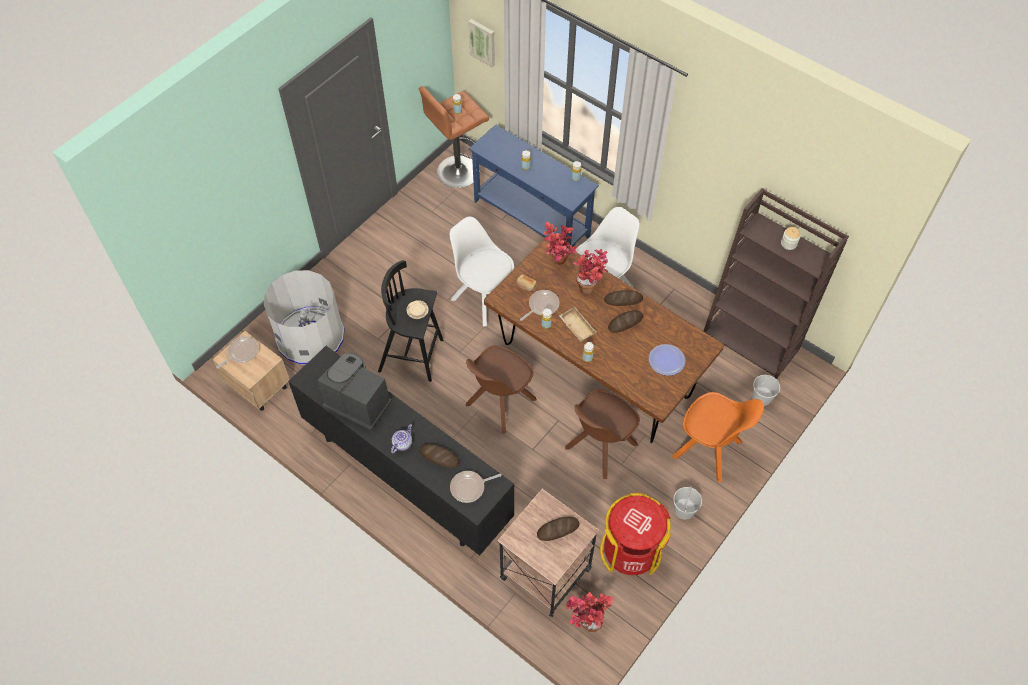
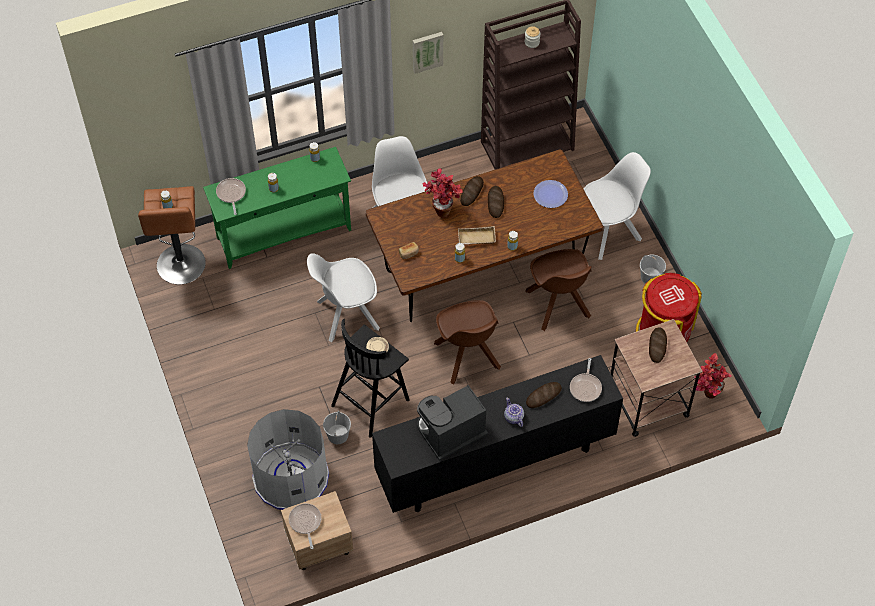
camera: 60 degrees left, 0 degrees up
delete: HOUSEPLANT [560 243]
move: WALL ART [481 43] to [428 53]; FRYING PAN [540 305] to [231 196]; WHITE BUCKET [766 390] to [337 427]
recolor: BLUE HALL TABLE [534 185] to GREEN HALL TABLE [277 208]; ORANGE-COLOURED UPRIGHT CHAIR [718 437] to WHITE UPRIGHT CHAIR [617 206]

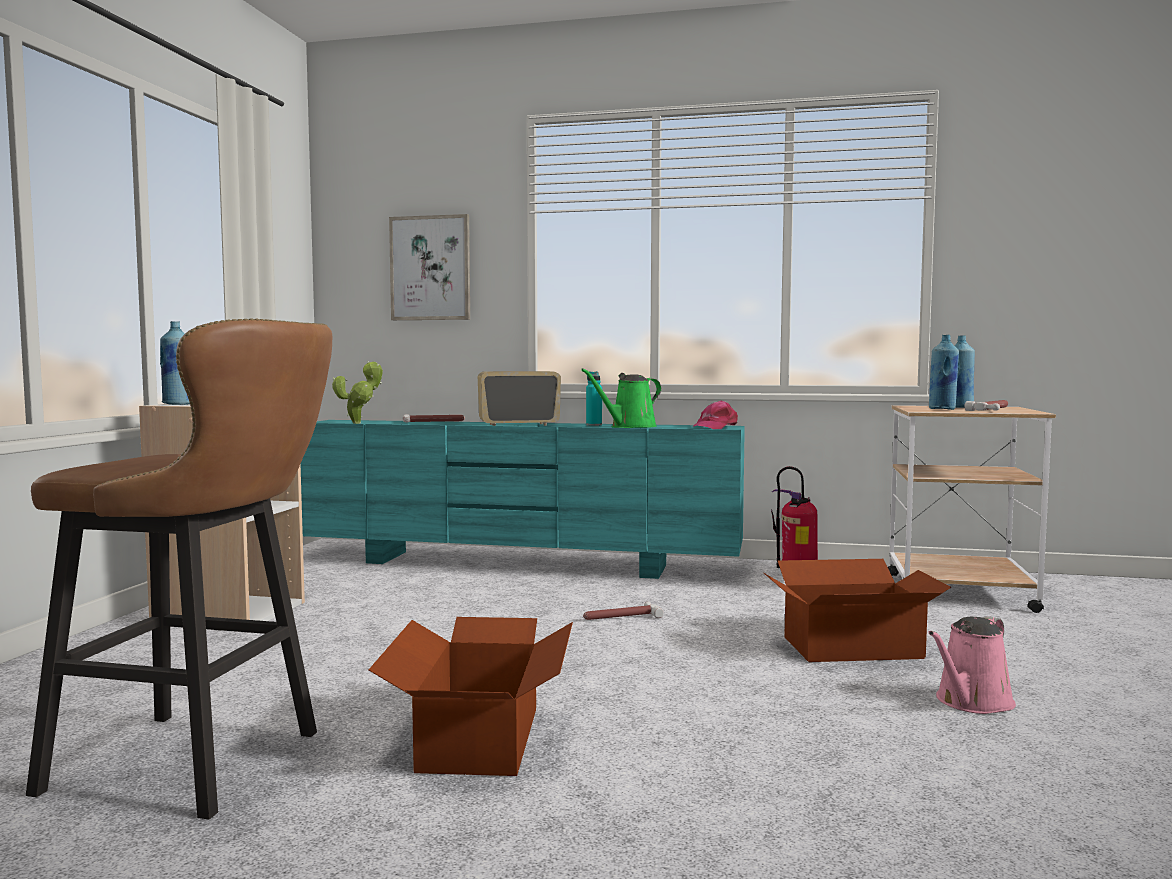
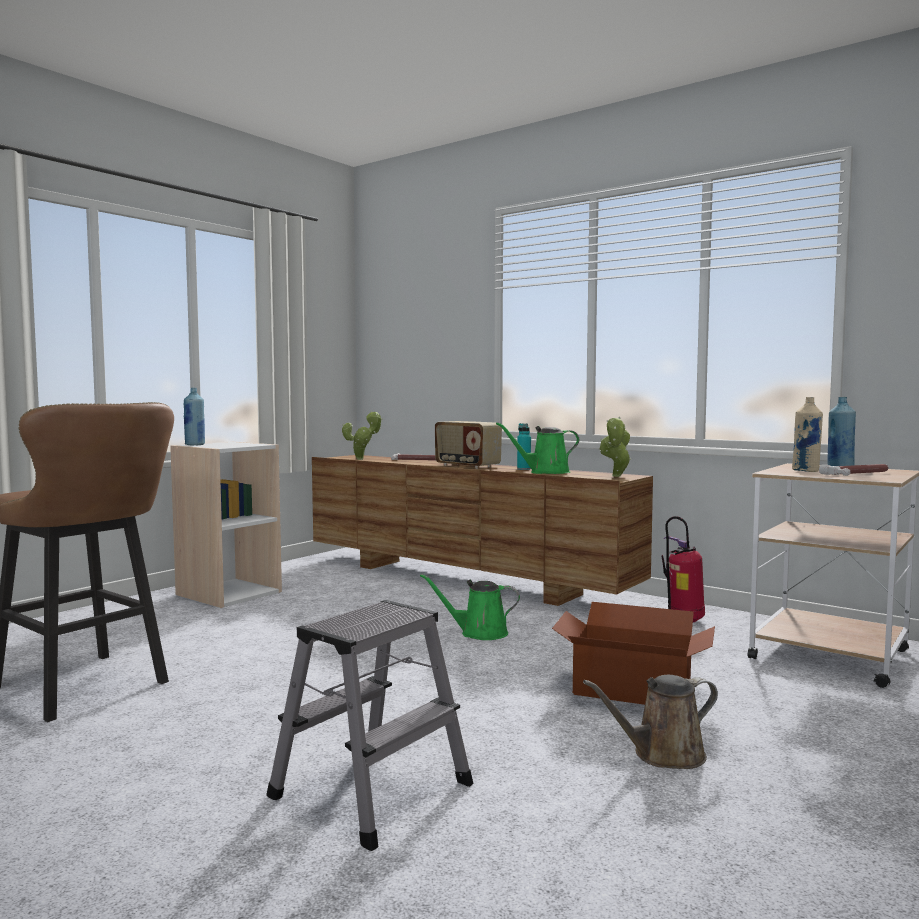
camera: 25 degrees right, 0 degrees up
delete: WALL ART [429 267]; PACKING BOX [471 696]
insert: GREYISH STEP STOOL [369 725]
replace: PINK PEAKED CAP [714 415] to HOUSEPLANT [615 447]; HAND HAMMER [623 611] to GREEN WATERING CAN [470 607]
recolor: BLUE BOTTLE [944 372] to SAND-COLOURED BOTTLE [807 434]; TURQUOISE-COLOURED CABINET [522 499] to BROWN CABINET [482 530]; PINK WATERING CAN [972 665] to BROWN WATERING CAN [650 722]
rotate: RADIO SET [519 398] = [468 445] 150 degrees counterclockwise

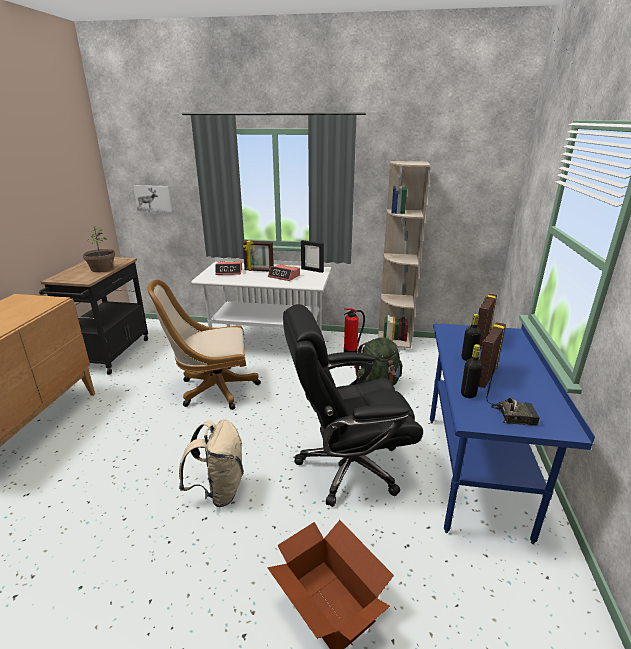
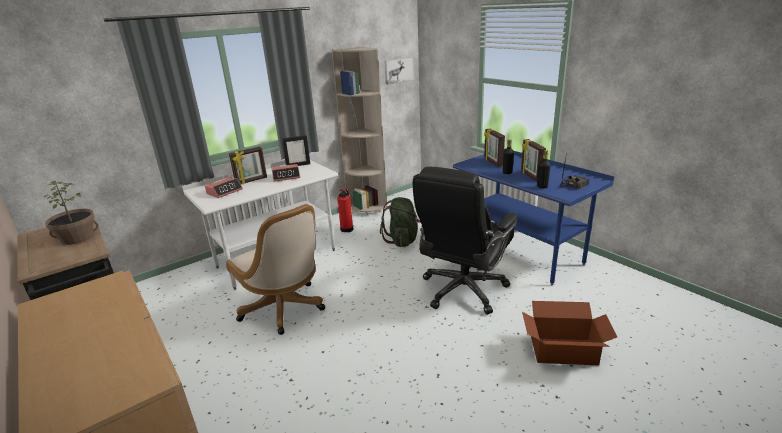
camera: 45 degrees left, 0 degrees up
delete: SAND-COLOURED RUCKSACK [211 463]
move: WALL ART [153 198] to [398 71]
rotate: OFFICE CHAIR [204 345] = [275 269] 75 degrees counterclockwise

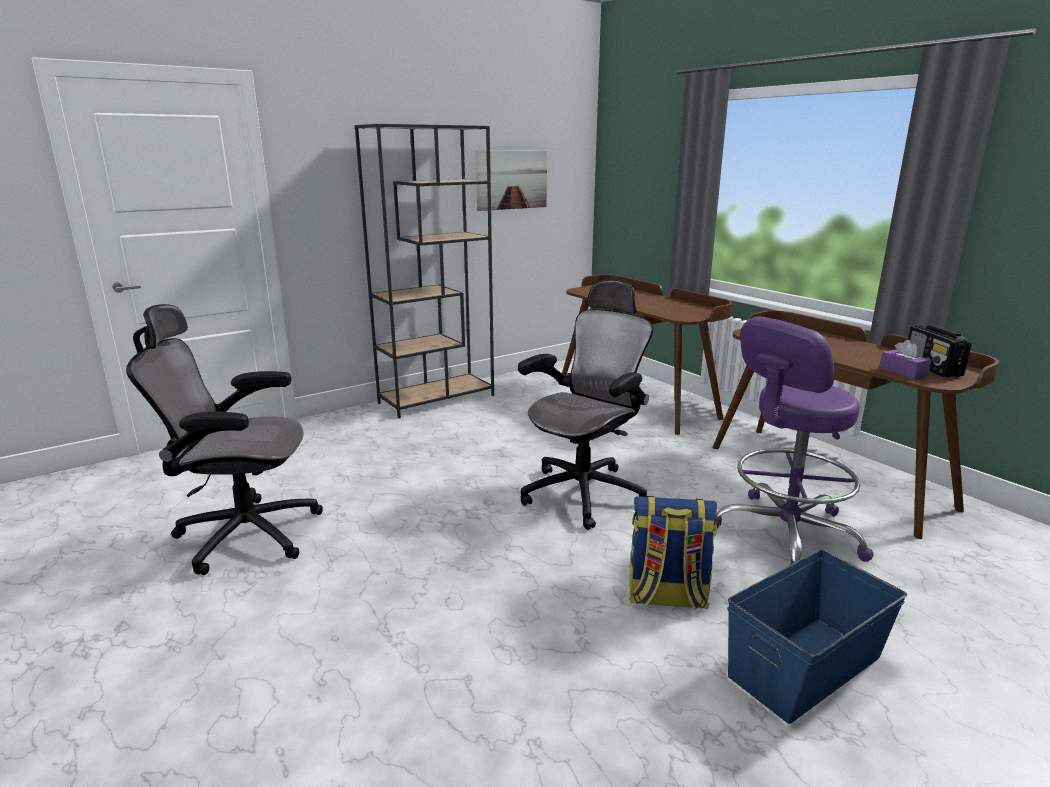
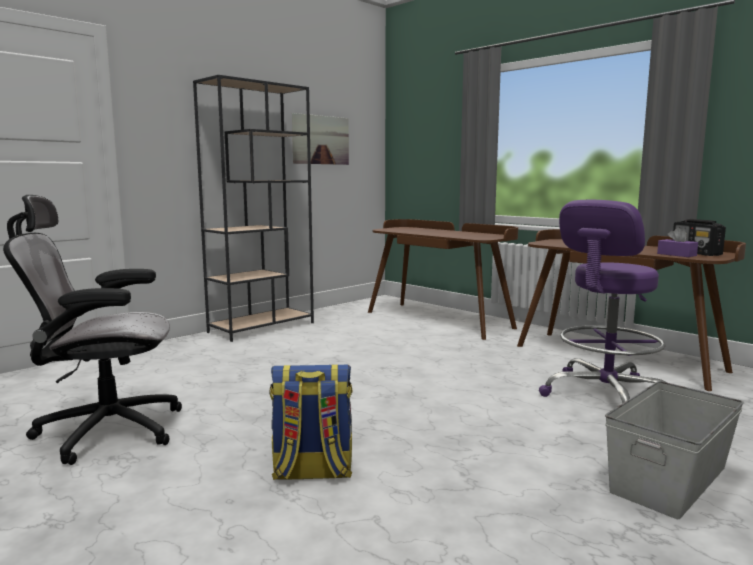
camera: 10 degrees left, 10 degrees down
delete: OFFICE CHAIR [585 404]
move: RUCKSACK [673 553] to [311 422]
recolor: BLUE STORAGE CONTAINER [817 636] to GREYISH STORAGE CONTAINER [674 450]

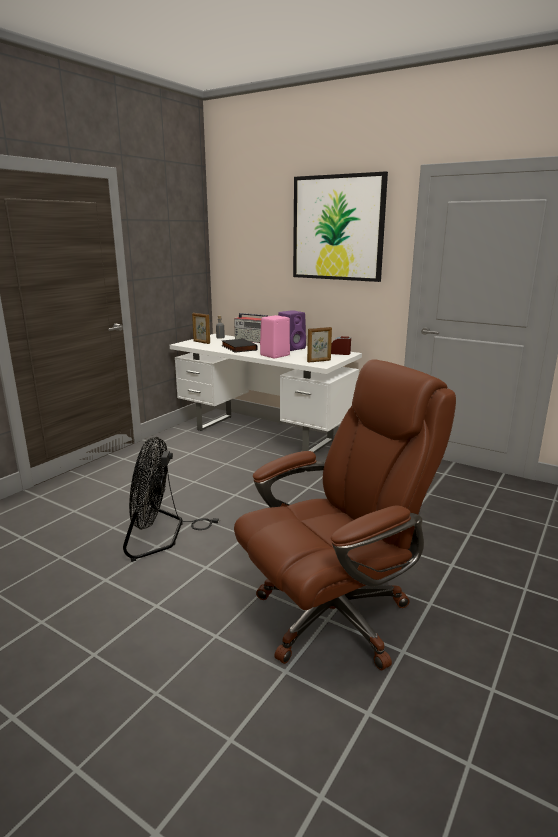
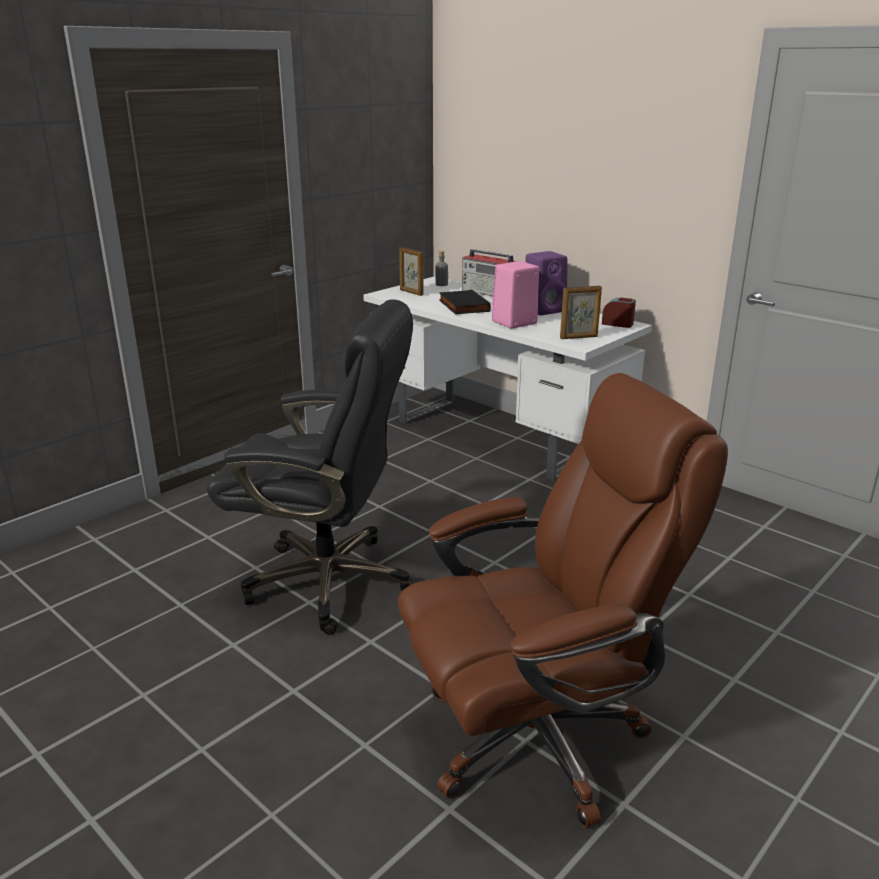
camera: 10 degrees right, 5 degrees up
delete: WALL ART [340 226]
replace: BLACK-COLOURED FAN [171 499] to BLACK-COLOURED OFFICE CHAIR [310 467]

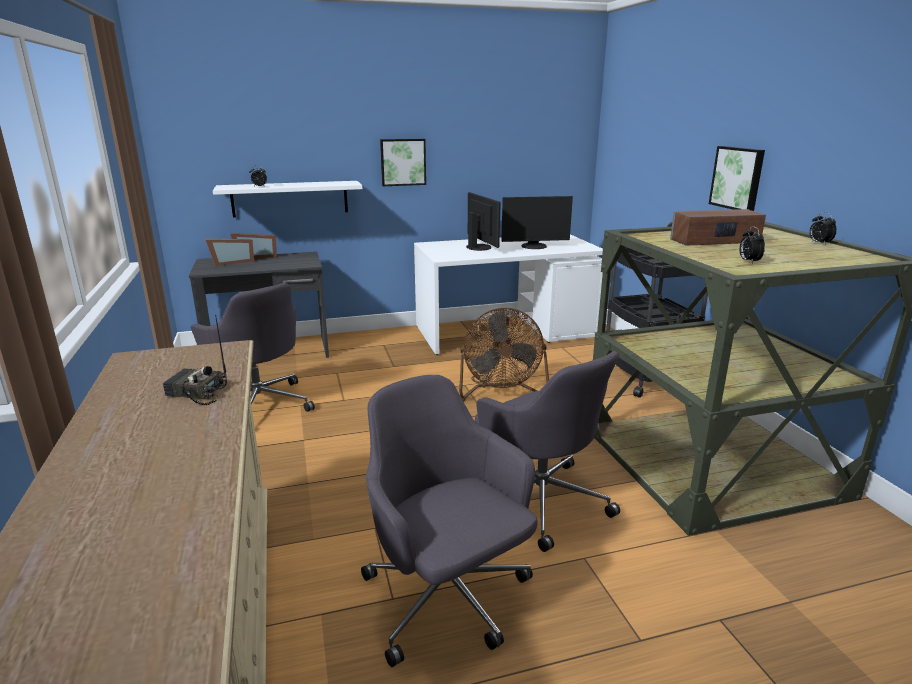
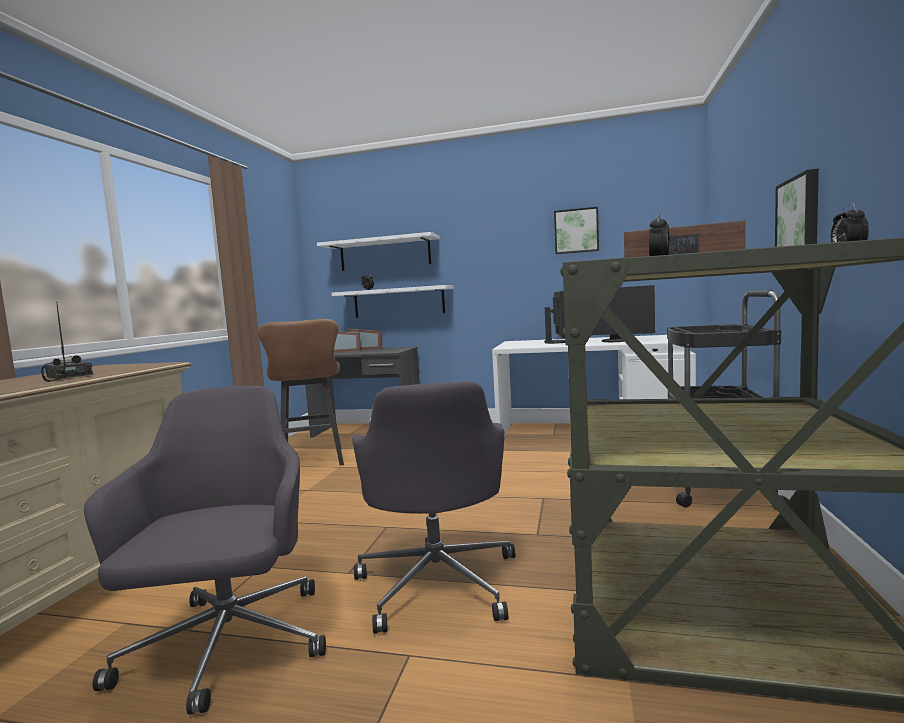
camera: 30 degrees right, 15 degrees down
delete: BROWN FAN [504 354]
insert: WHITE WALL SHELF [378 251]
move: WALL ART [403 162] to [576 230]
replace: GREYISH OFFICE CHAIR [253 347] to BROWN STOOL [301 392]

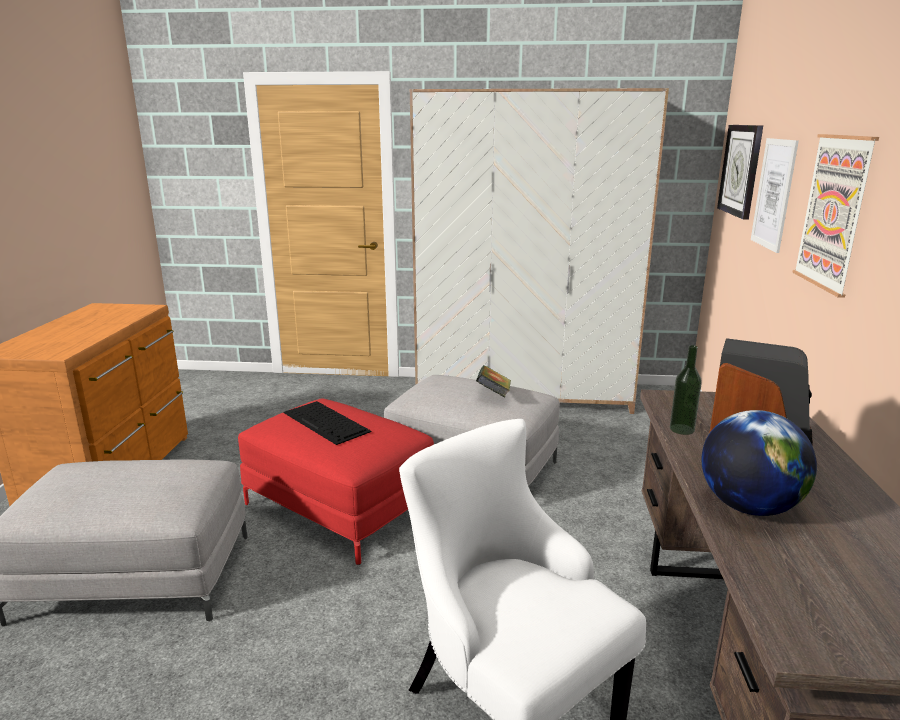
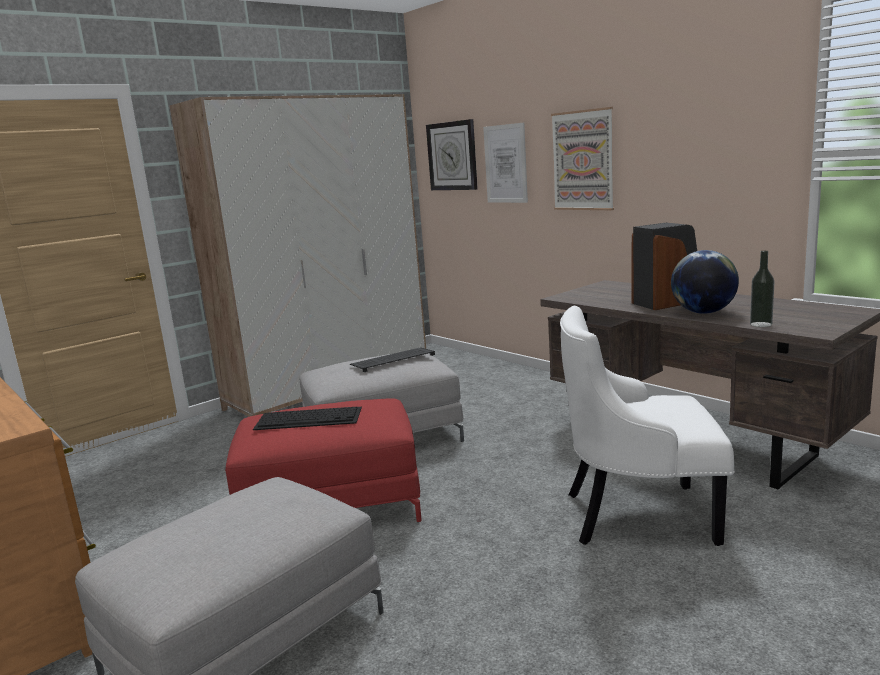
camera: 45 degrees left, 5 degrees down
move: BOTTLE [686 390] to [762 289]
replace: BOOK [493 381] to PC KEYBOARD [392 359]

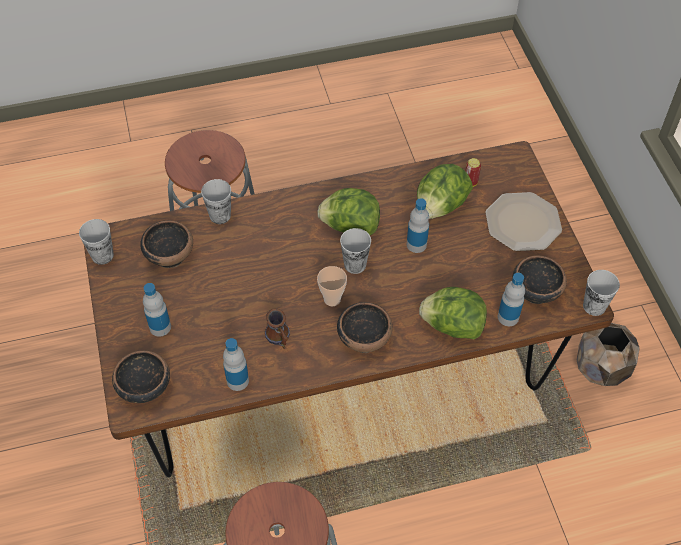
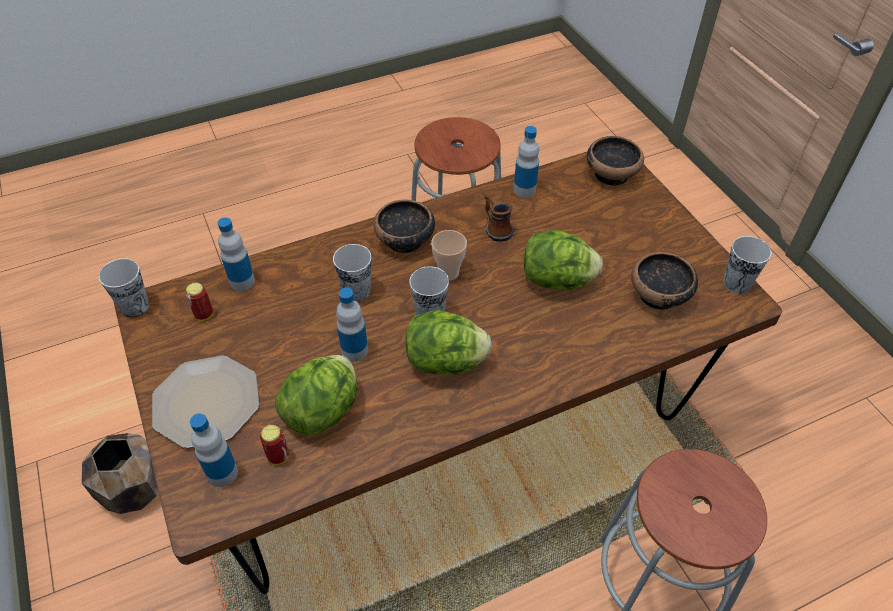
camera: 170 degrees right, 5 degrees down
move: CUP [216 201] to [352 273]; BOTTLE [157 310] to [214 450]; LETTUCE [453 313] to [563 260]
replace: SERVING BOWL [540 280] to CAN [199 302]

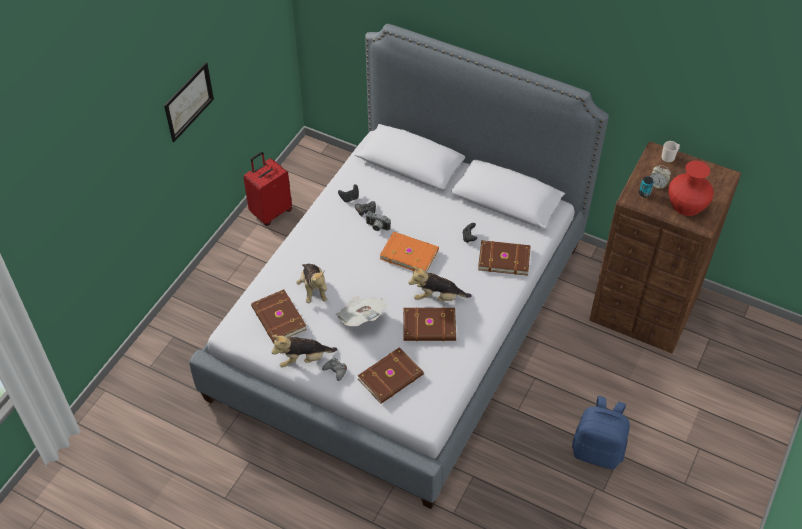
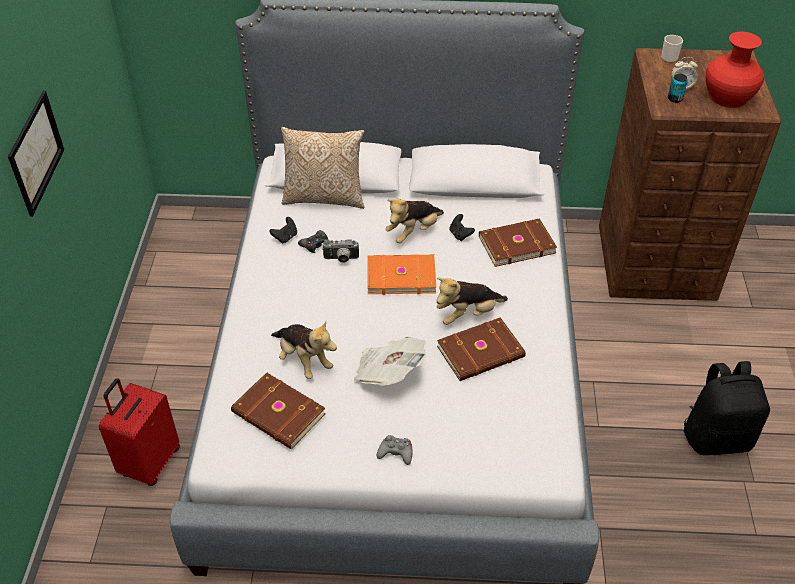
camera: 25 degrees left, 5 degrees down
delete: BROWN BOOK [391 375]
insert: PILLOW [322 168]
move: RED PIECE OF LUGGAGE [267 189] to [139 432]; PLUSH TOY [304 351] to [414 221]
recolor: BLUE RUCKSACK [601 432] to BLACK-COLOURED RUCKSACK [727 408]

